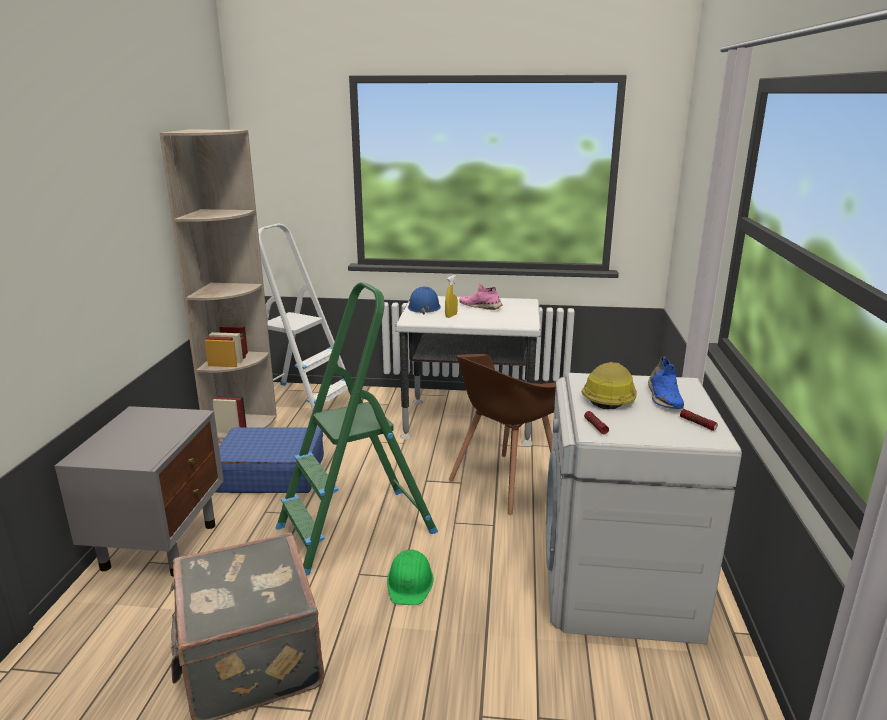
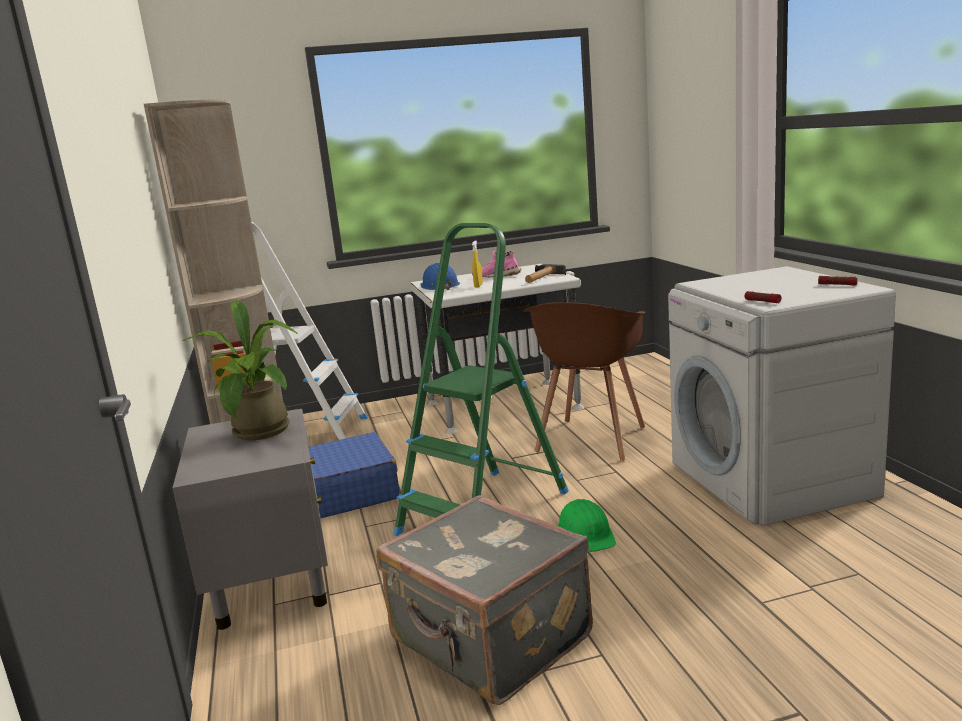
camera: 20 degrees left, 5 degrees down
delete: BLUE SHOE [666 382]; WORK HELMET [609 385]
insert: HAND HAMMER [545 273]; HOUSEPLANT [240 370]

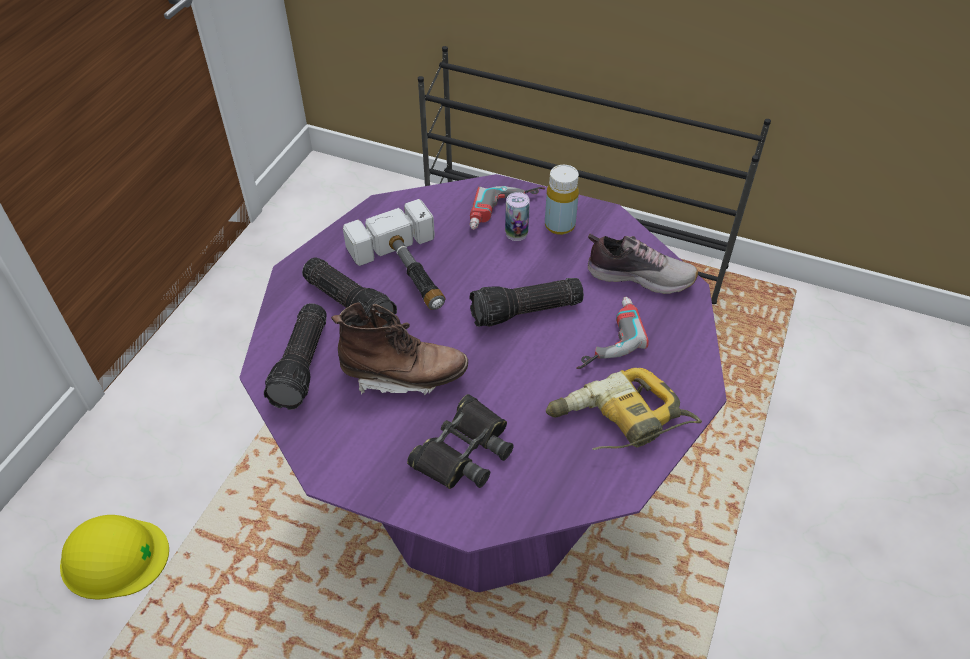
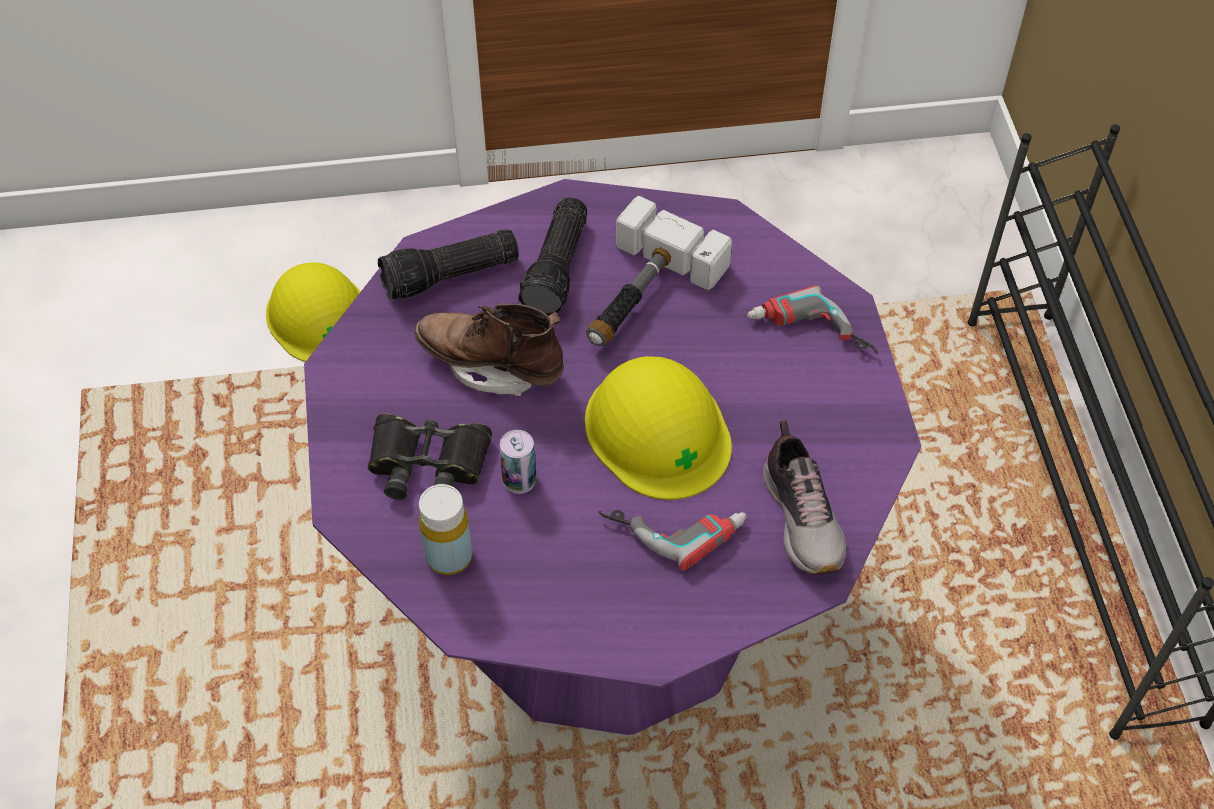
camera: 60 degrees right, 5 degrees up
delete: POWER DRILL [624 409]
move: YELLOW-COLOURED BOTTLE [562 200] to [445 529]; CAN [517 216] to [518 462]
replace: TORCH [527 302] to YELLOW-COLOURED WORK HELMET [658 428]
rotate: BROWN HIGH-TOP BOOT [399 348] = [489 349] 135 degrees clockwise

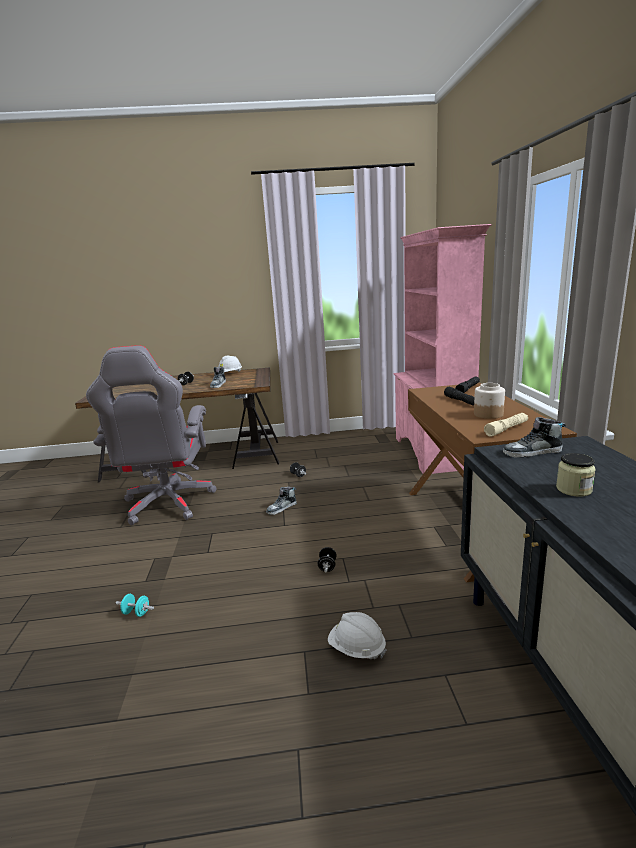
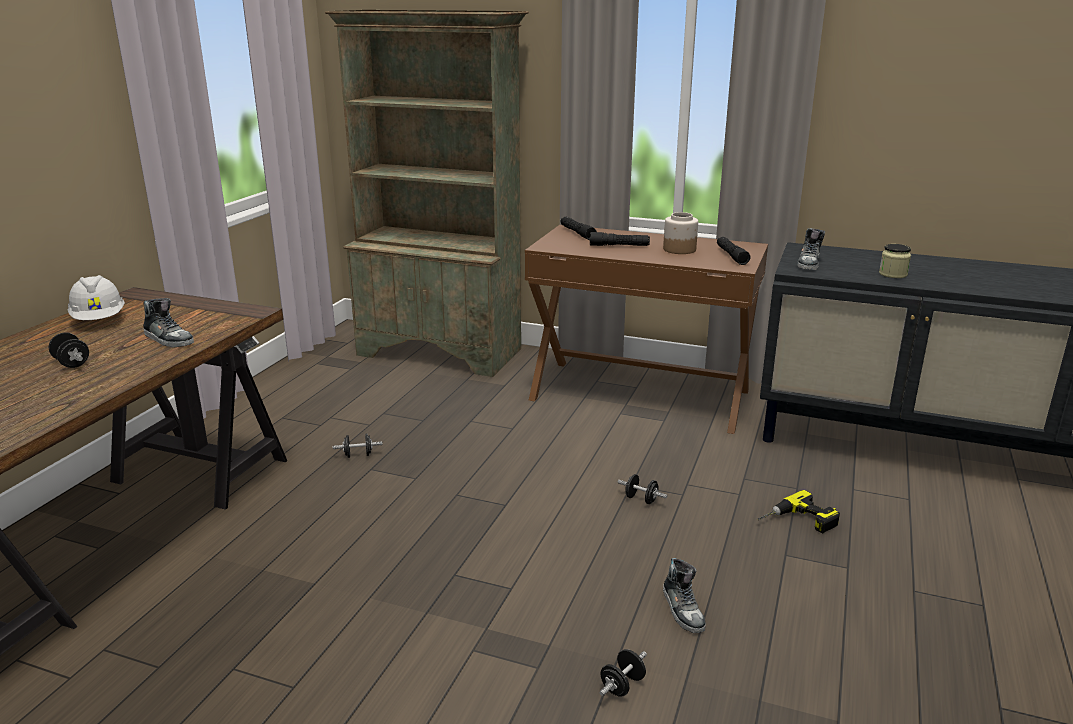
camera: 65 degrees left, 5 degrees up
delete: GREYISH OFFICE CHAIR [151 435]
move: SHOE [281 501] to [684 595]
replace: WHITE WORK HELMET [357 635] to POWER DRILL [799 511]
recolor: PINK BOOKCASE [443 349] to GREEN BOOKCASE [427 193]; SAND-COLOURED TORCH [506 425] to BLACK-COLOURED TORCH [734 251]; TURQUOISE-COLOURED DUMBBELL [135 605] to BLACK-COLOURED DUMBBELL [623 673]

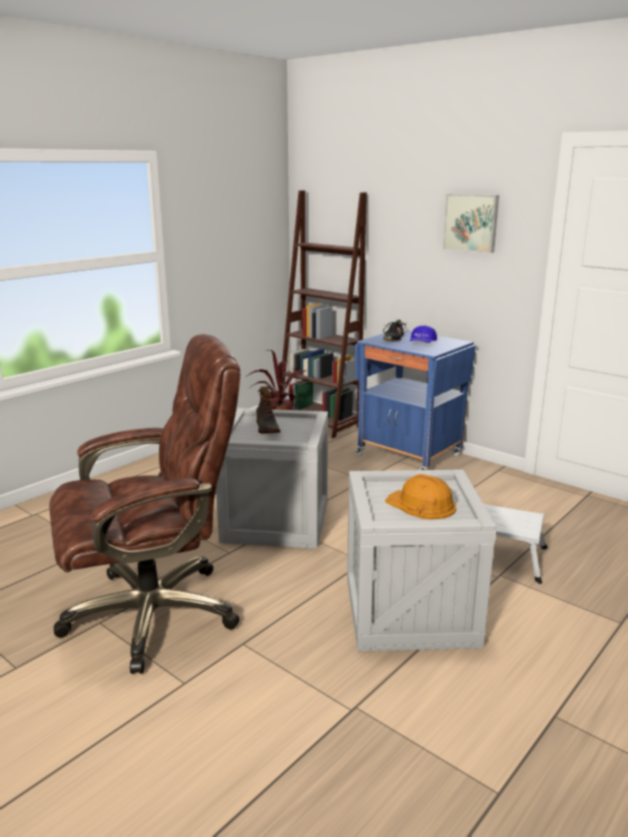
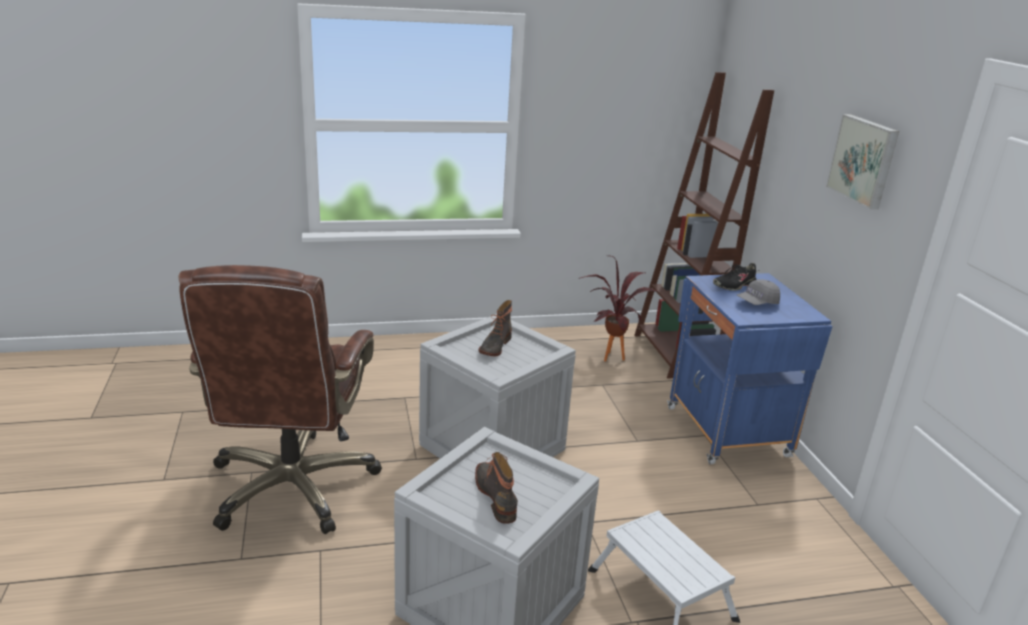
camera: 35 degrees right, 5 degrees up
replace: ORANGE-COLOURED WORK HELMET [420 496] to HIGH-TOP BOOT [496 488]
recolor: BLUE PEAKED CAP [423 334] to GREYISH PEAKED CAP [758 292]
rotate: BROWN OFFICE CHAIR [144 504] = [280 399] 75 degrees clockwise

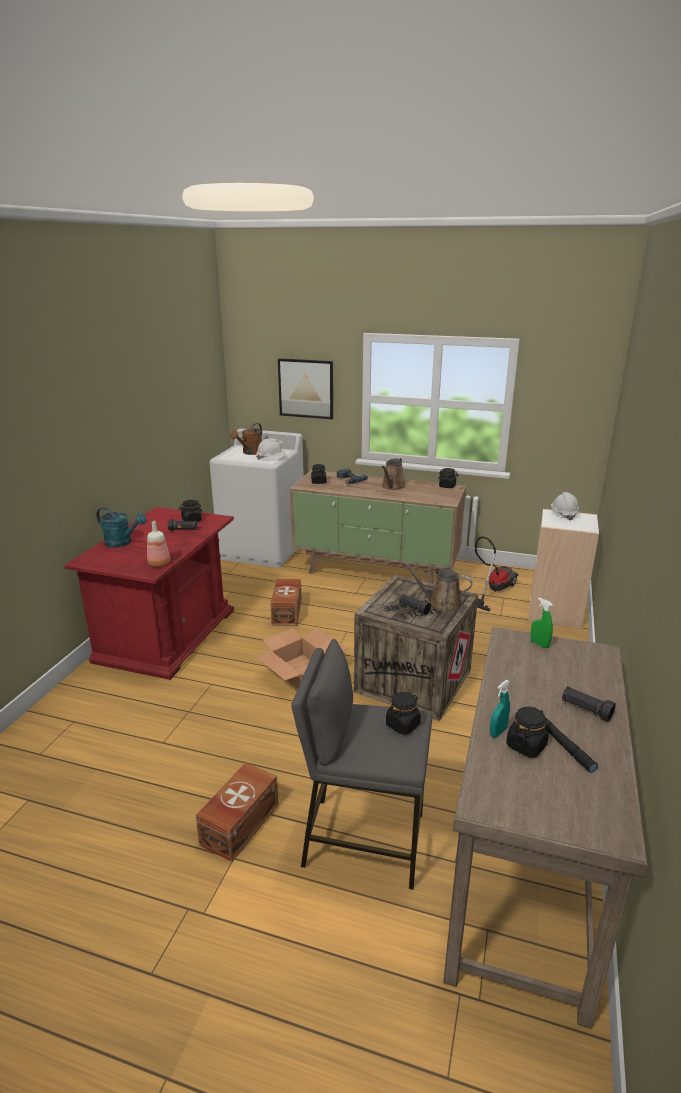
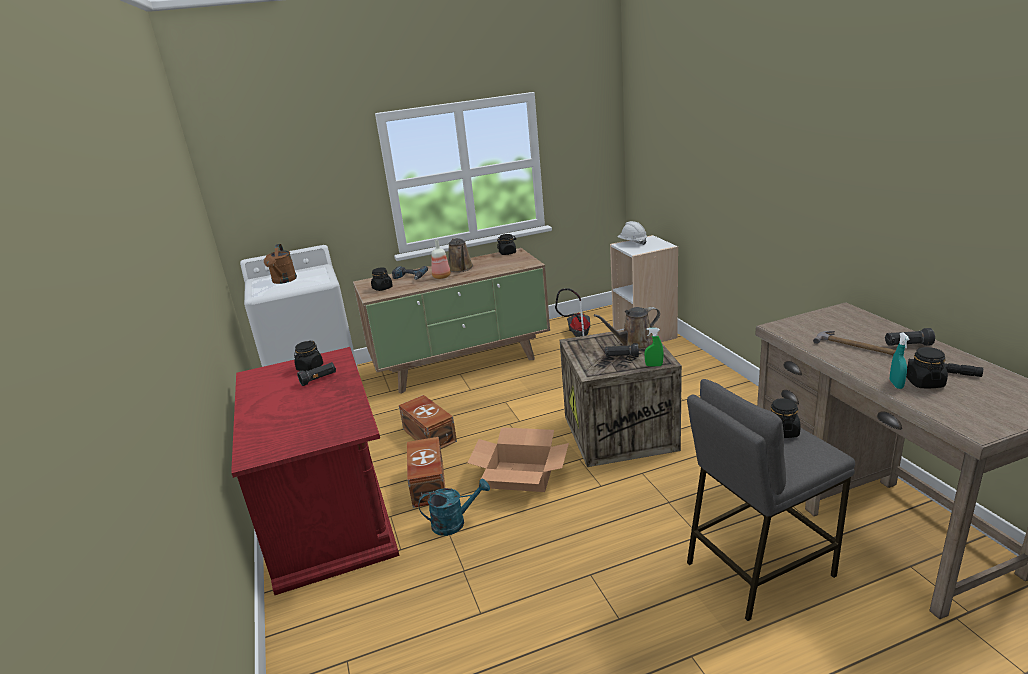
camera: 35 degrees left, 0 degrees up
delete: WALL ART [305 388]; WHITE WORK HELMET [271 449]
insert: HAND HAMMER [854 343]
move: TURQUOISE-COLOURED WATERING CAN [121 527] to [454 507]; BOTTLE [158 544] to [441 259]; GREEN SPRAY BOTTLE [542 623] to [654 347]; BROWN STORAGE CONTAINER [237 812] to [426 472]

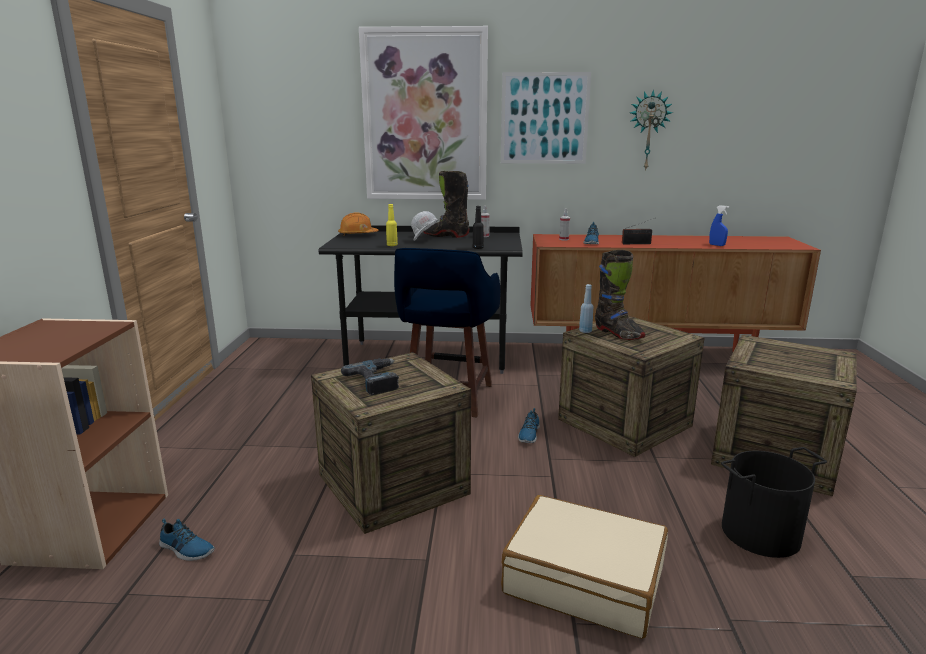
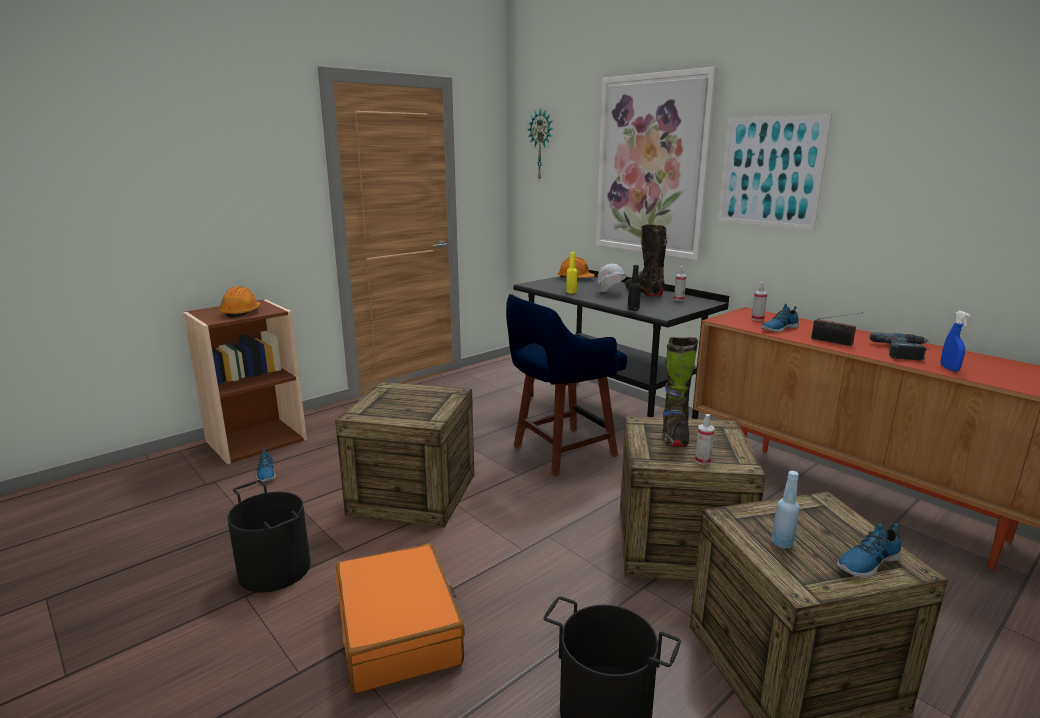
camera: 45 degrees right, 0 degrees up
insert: ORANGE-COLOURED WORK HELMET [240 302]; SPRAY BOTTLE [704 439]; BLACK-COLOURED BUCKET [269 536]
move: HANGING CLOCK [651 130] to [540 144]; BLUE BOTTLE [586 308] to [786 510]; POWER DRILL [370 376] to [899 346]; SHOE [529 425] to [869 550]
recolor: SAND-COLOURED PIECE OF LUGGAGE [584 567] to ORANGE-COLOURED PIECE OF LUGGAGE [400 618]

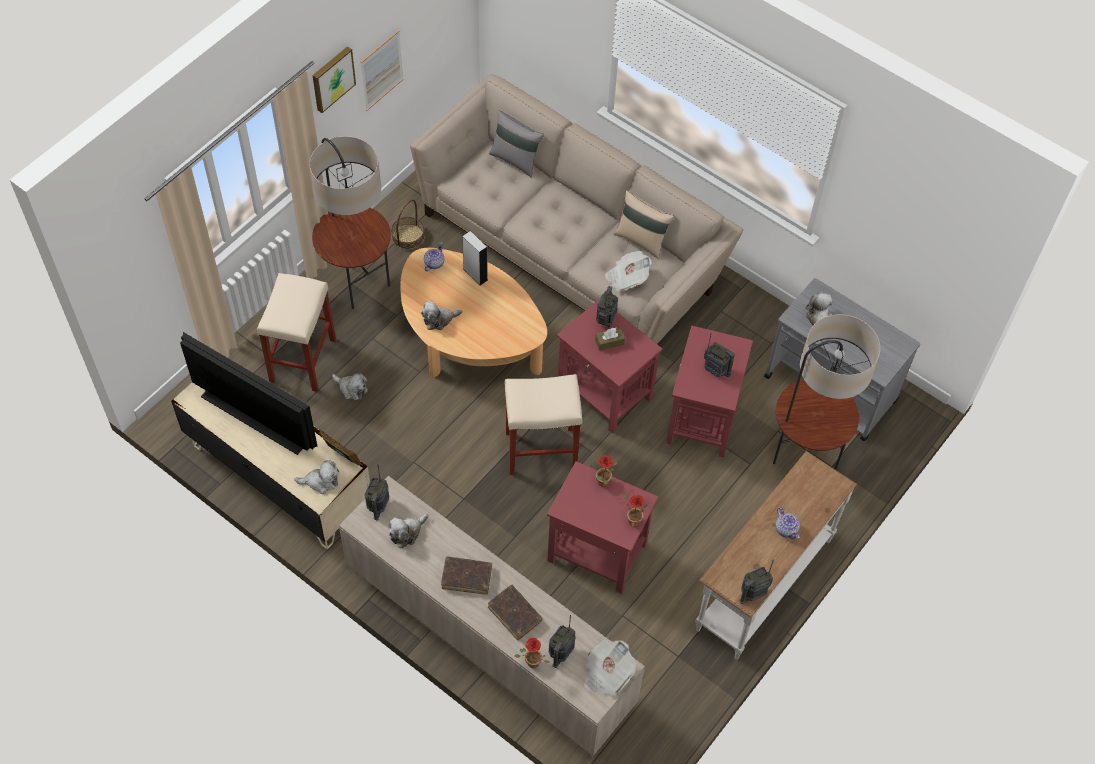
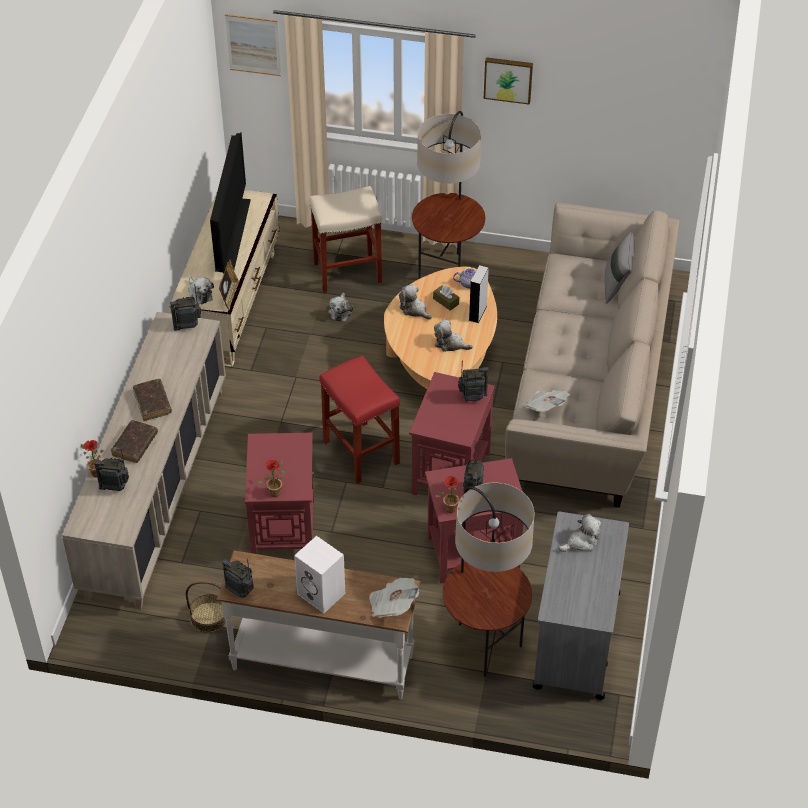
camera: 65 degrees right, 10 degrees down
delete: SAND-COLOURED PILLOW [643 224]
move: WALL ART [381 70] to [253 45]; HOUSEHOLD BASKET [408 224] to [206 607]; BROWN BOX OF TISSUES [610 339] to [446 298]; HOUSEPLANT [607 471] to [448 494]; PLUSH TOY [409 531] to [453 335]; NEWSPAPER [610 668] to [394 597]
replace: TEAPOT [787 523] to WHITE SPEAKER [319 574]
recolor: SAND-COLOURED STOOL [543 424] to RED STOOL [360 419]

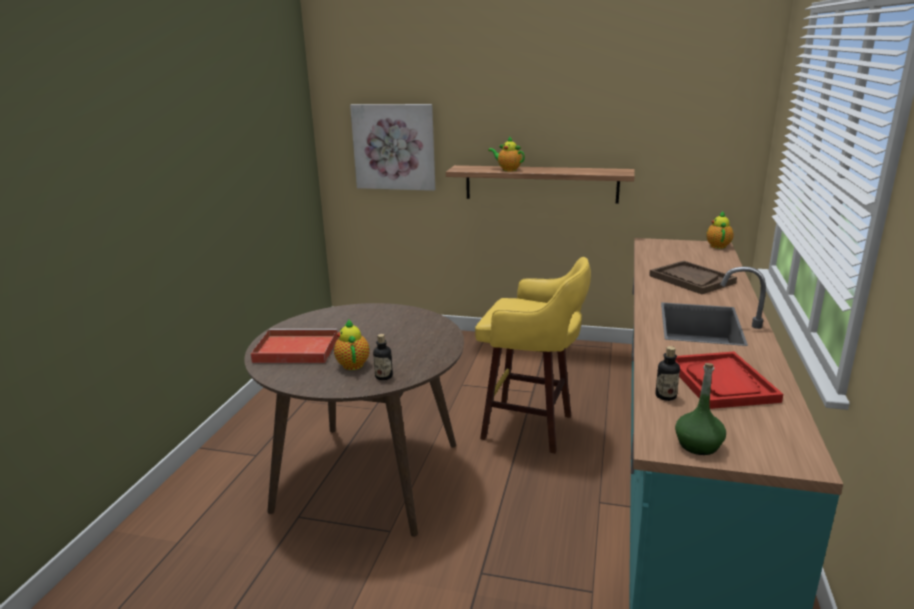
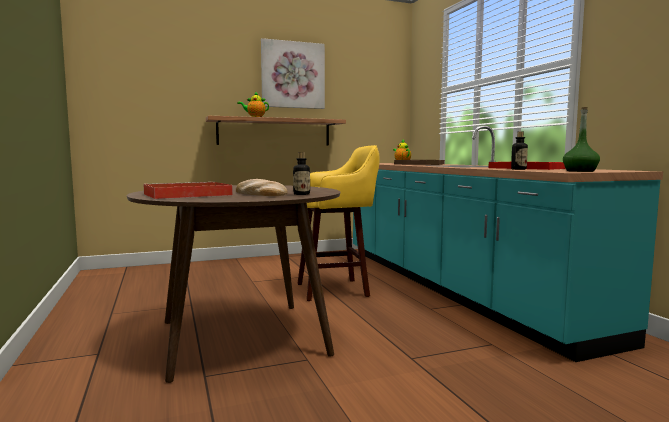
camera: 35 degrees left, 15 degrees down
move: WALL ART [392 147] to [293 73]
replace: TEAPOT [351 345] to BREAD [261 187]

